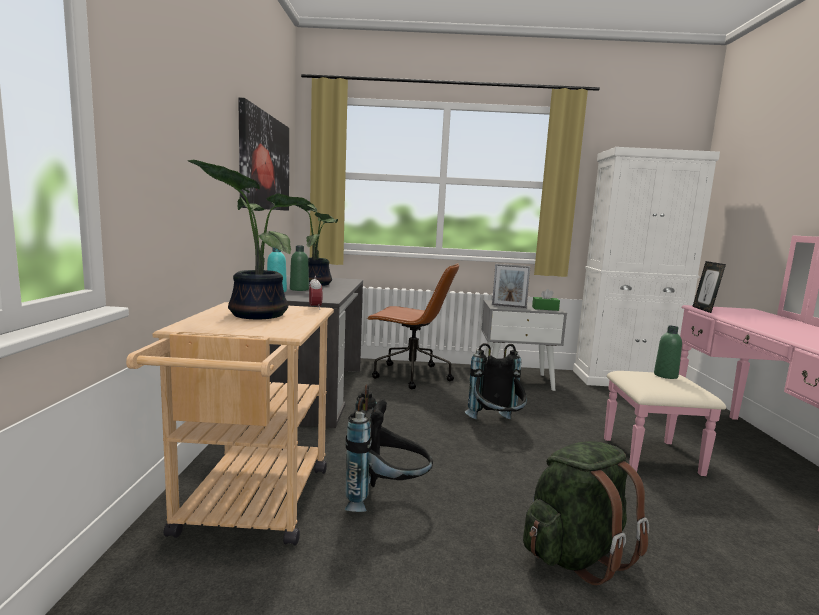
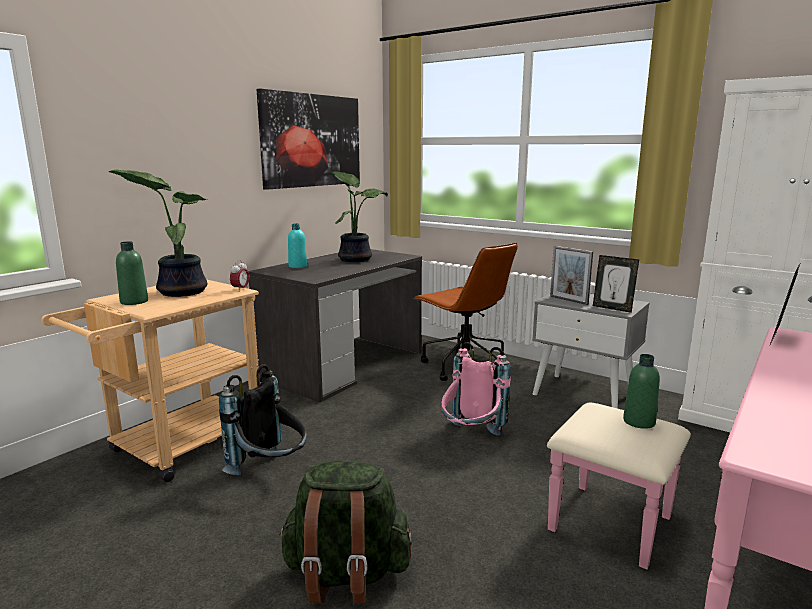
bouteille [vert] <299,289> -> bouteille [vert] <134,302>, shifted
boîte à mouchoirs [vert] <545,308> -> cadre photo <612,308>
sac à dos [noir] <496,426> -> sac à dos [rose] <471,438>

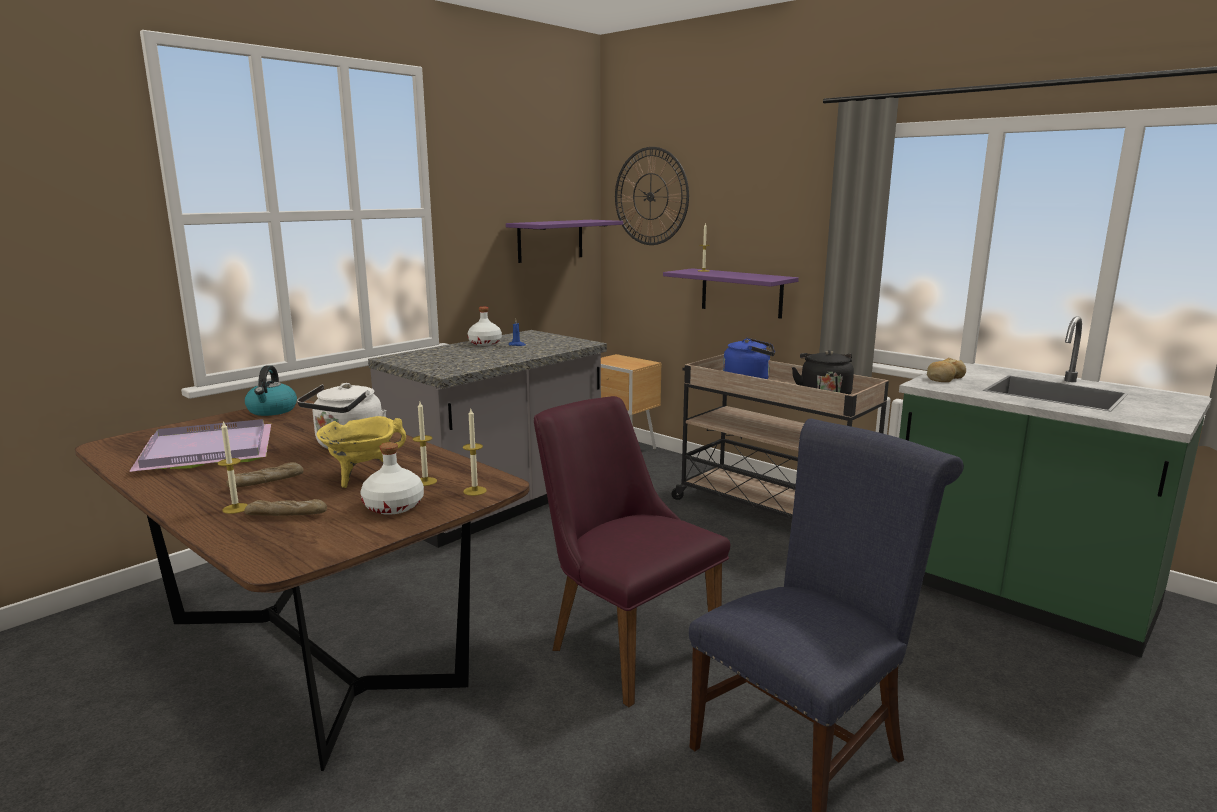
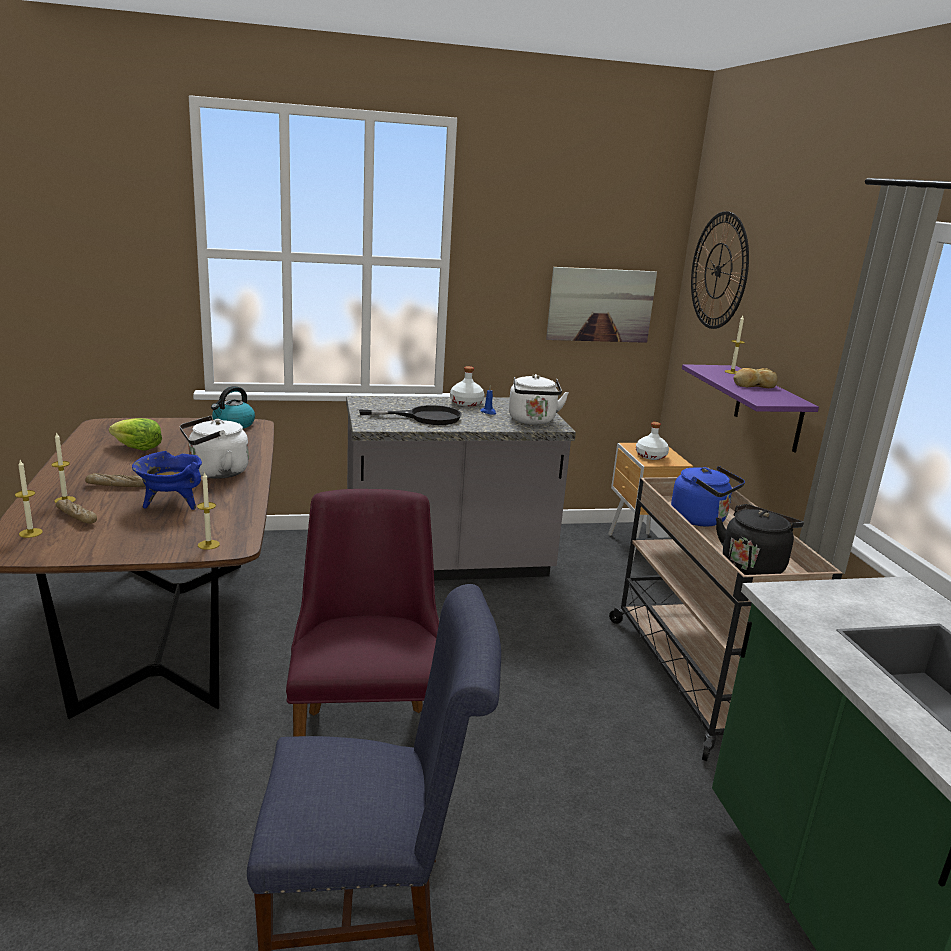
none -> poêle [noir] <425,417>
none -> bouilloire [blanc] <533,421>
bouteille [blanc] <393,506> -> bouteille [blanc] <650,456>, shifted
bougie <425,481> -> bougie <30,533>, shifted
pain <944,378> -> pain <753,385>, shifted
plateau [violet] <209,451> -> laitue <137,448>
étagère [violet] <550,240> -> tableau <600,305>
marmite [jaune] <363,477> -> marmite [bleu] <171,504>

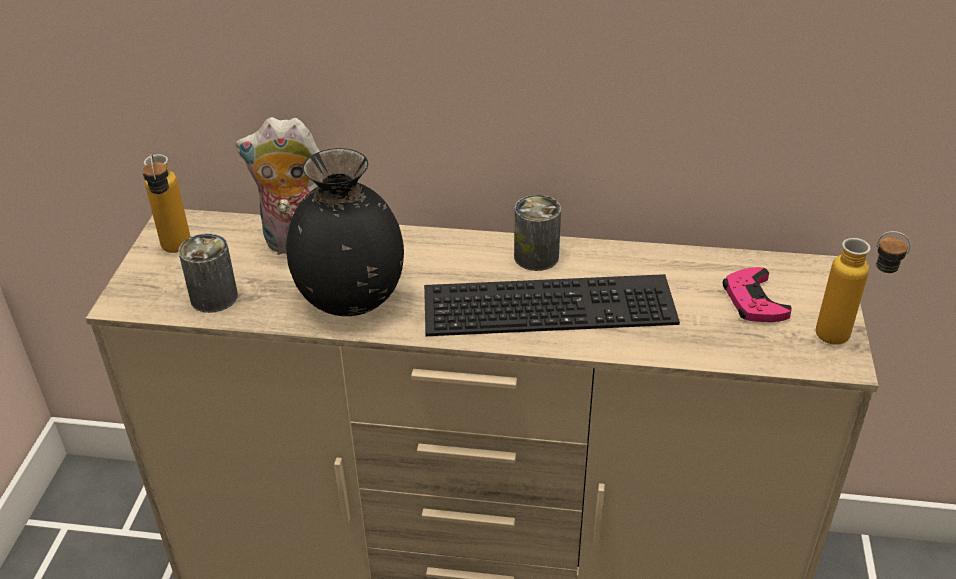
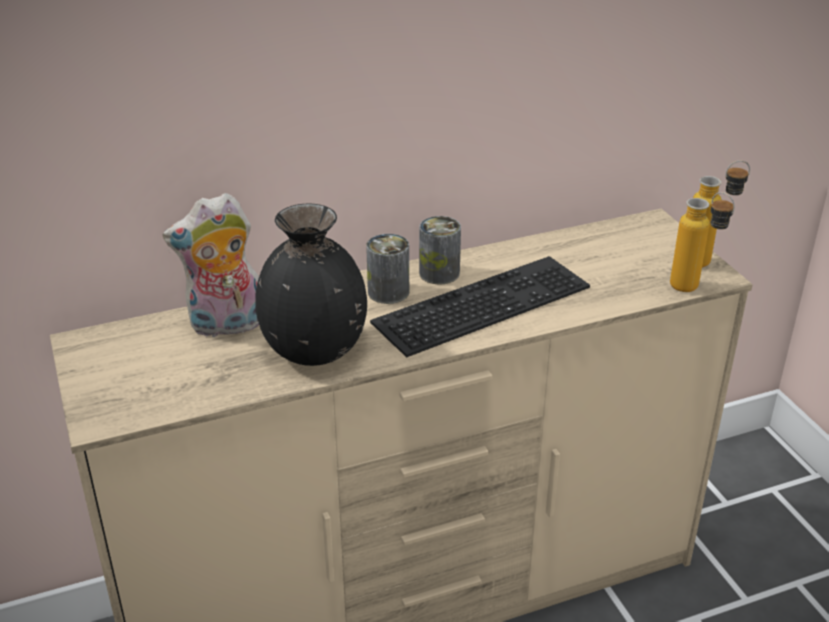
manette [rose] <753,301> -> none
bouteille <177,252> -> bouteille <693,290>, shifted
boîte métallique <214,297> -> boîte métallique <388,292>, shifted

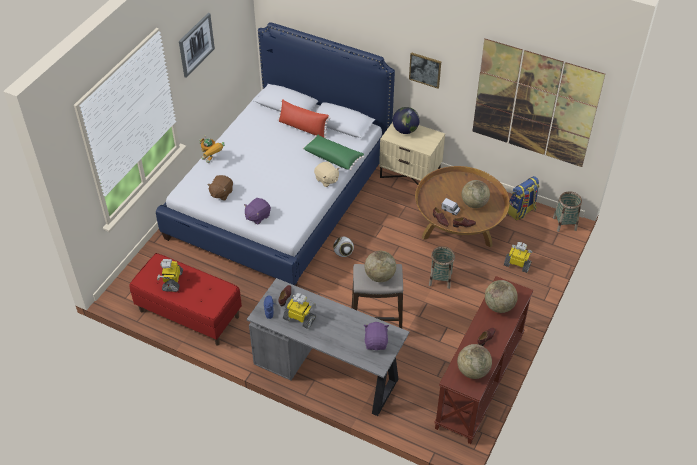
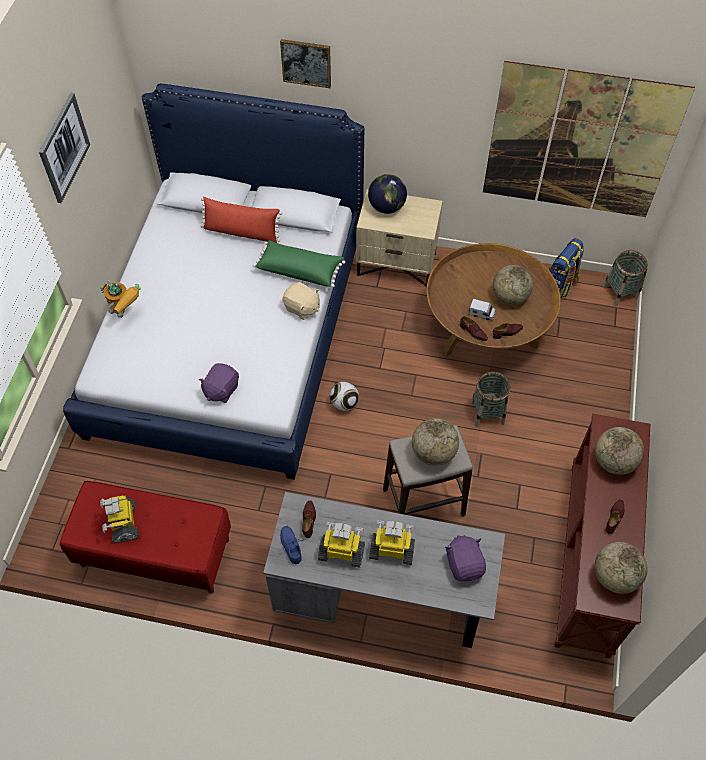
peluche [marron] <221,193> -> none
tableau <425,69> -> tableau <306,63>, shifted
robot jouet <517,264> -> robot jouet <392,550>, shifted

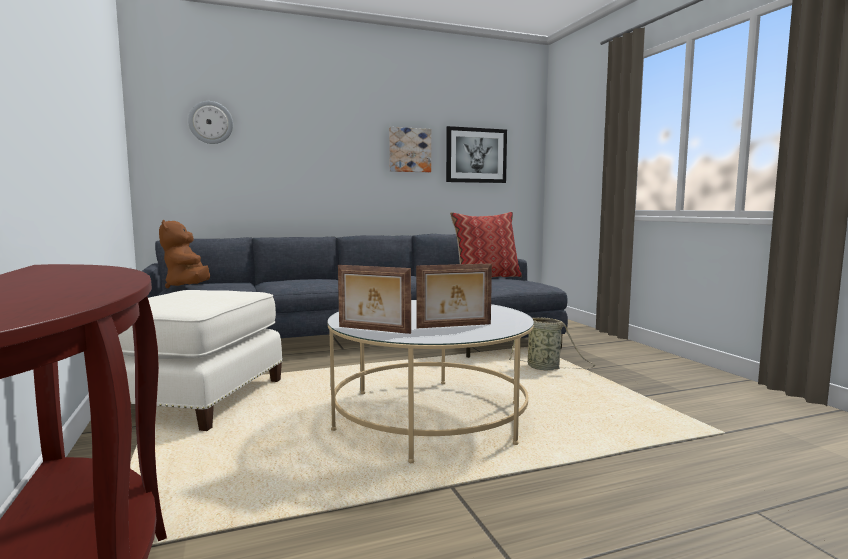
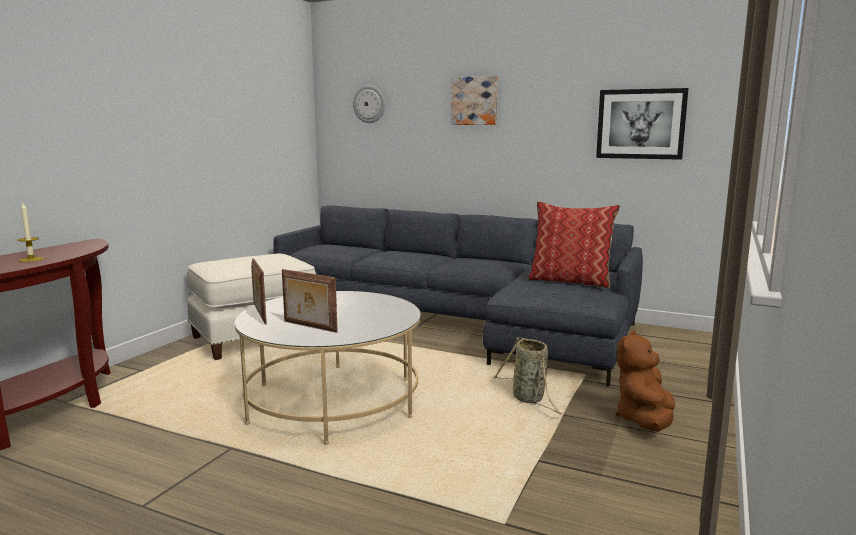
none -> bougie <31,259>
peluche [marron] <189,287> -> peluche [marron] <644,421>, shifted
tableau <409,150> -> tableau <475,101>, shifted

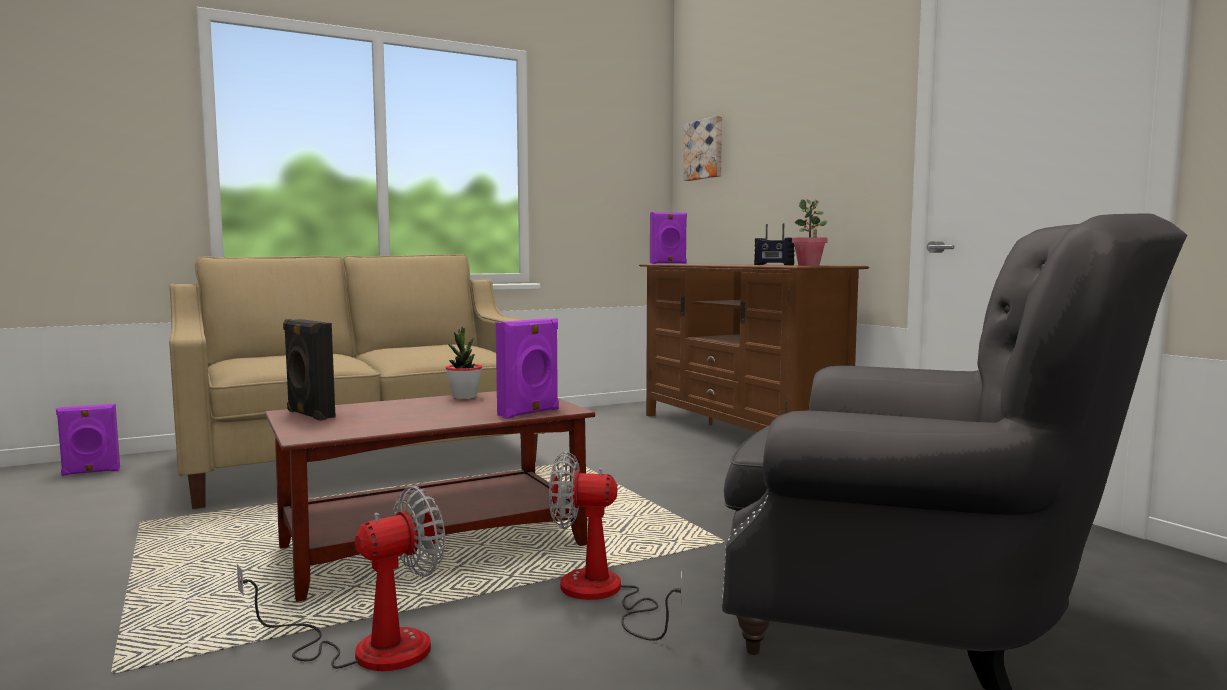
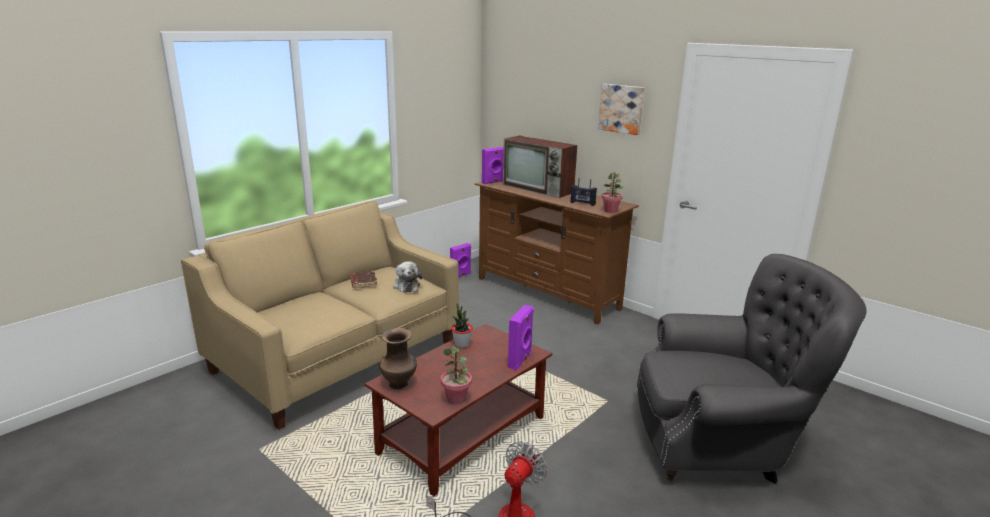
ventilateur <603,595> -> none
none -> livre [marron] <363,282>
none -> peluche <406,286>
none -> plante en pot <456,399>
none -> téléviseur <539,189>
enceinte [violet] <91,472> -> enceinte [violet] <461,275>, shifted
tableau <705,149> -> tableau <622,108>, shifted
enceinte [noir] <309,415> -> vase [marron] <399,384>

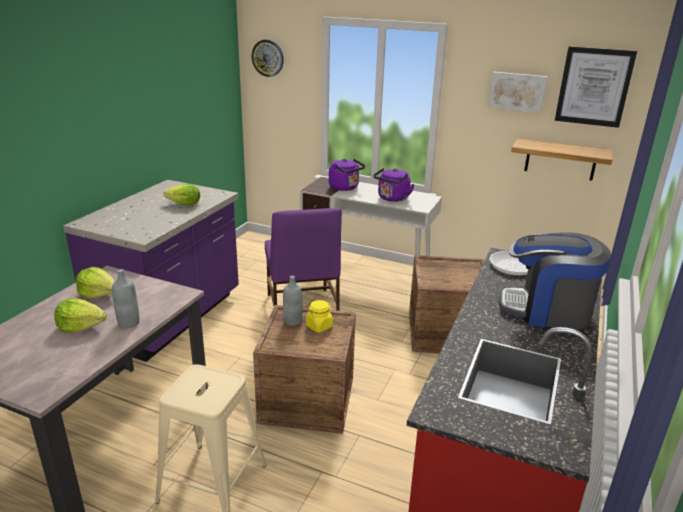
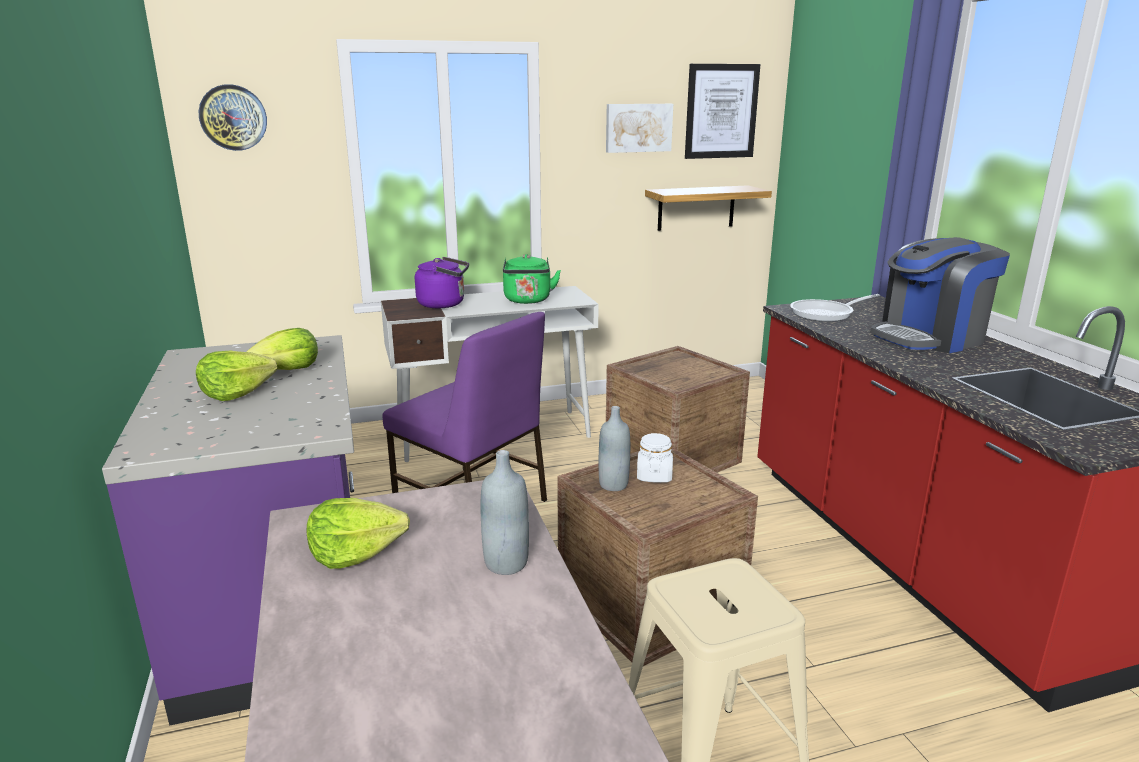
laitue <81,326> -> laitue <236,393>, shifted
bocal [jaune] <319,326> -> bocal [blanc] <654,476>
bouilloire [violet] <392,199> -> bouilloire [vert] <528,300>

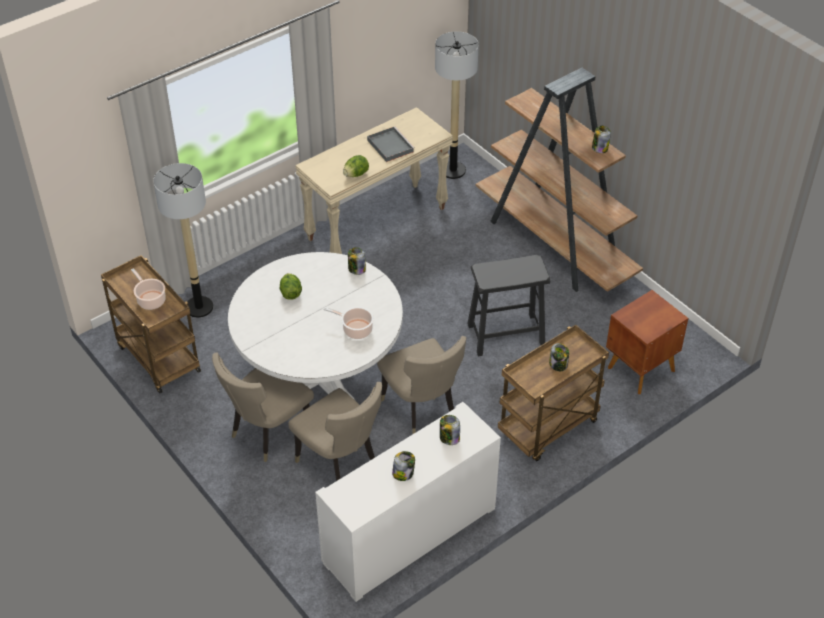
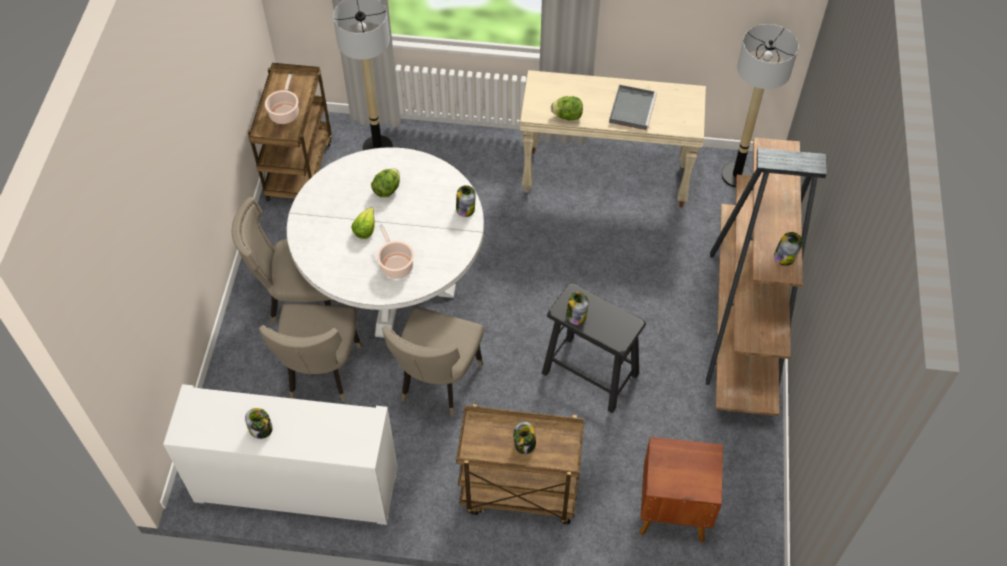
none -> laitue <365,229>
bocal <449,438> -> bocal <576,315>, shifted

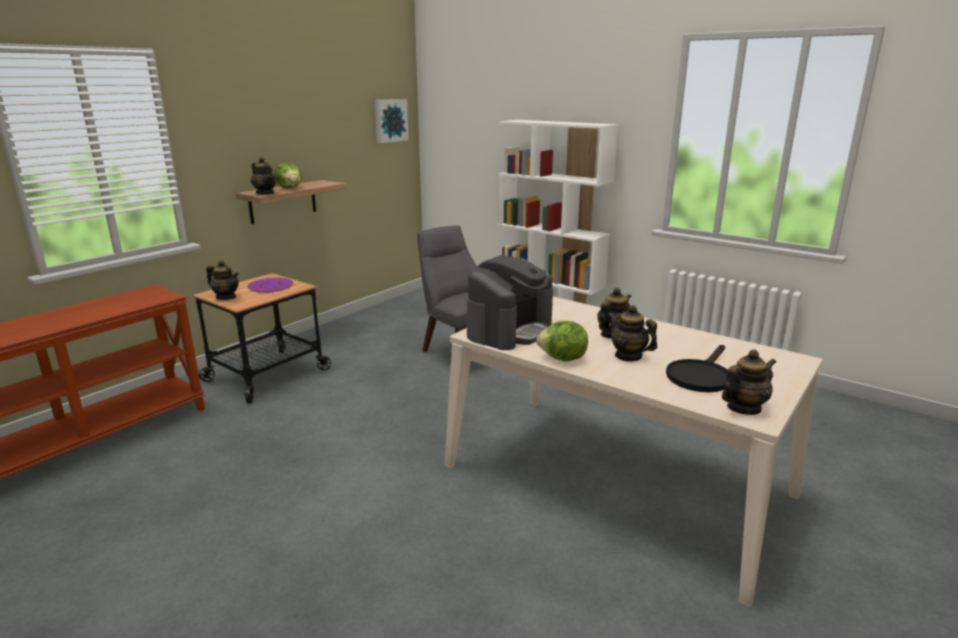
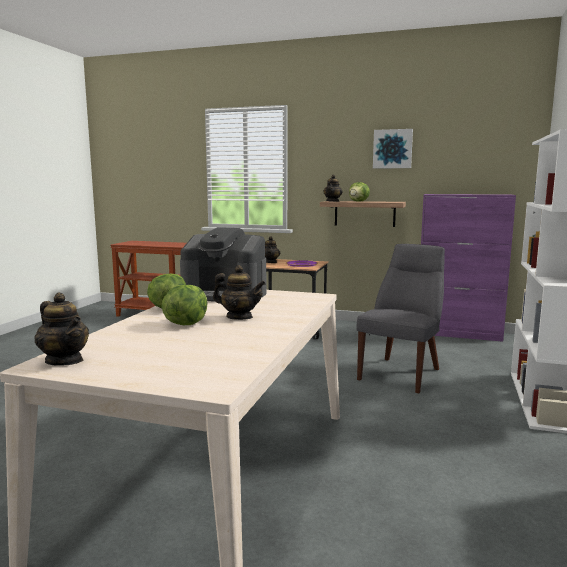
poêle [noir] <700,376> -> none
none -> meuble de rangement [violet] <458,334>
tableau <390,120> -> tableau <392,149>, shifted
théière <628,356> -> laitue <186,323>

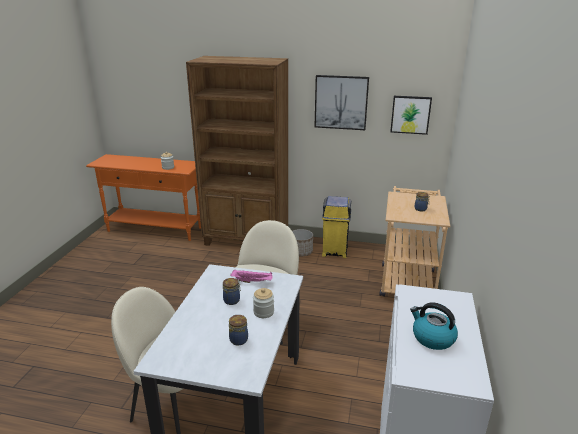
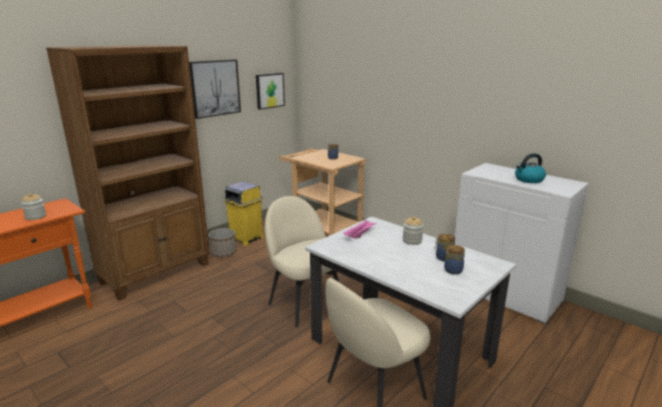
bocal <232,300> -> bocal <453,270>, shifted

